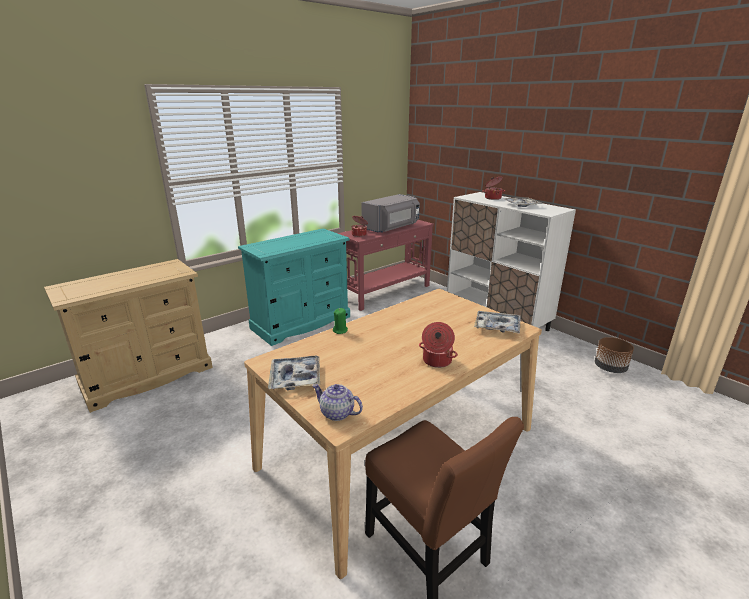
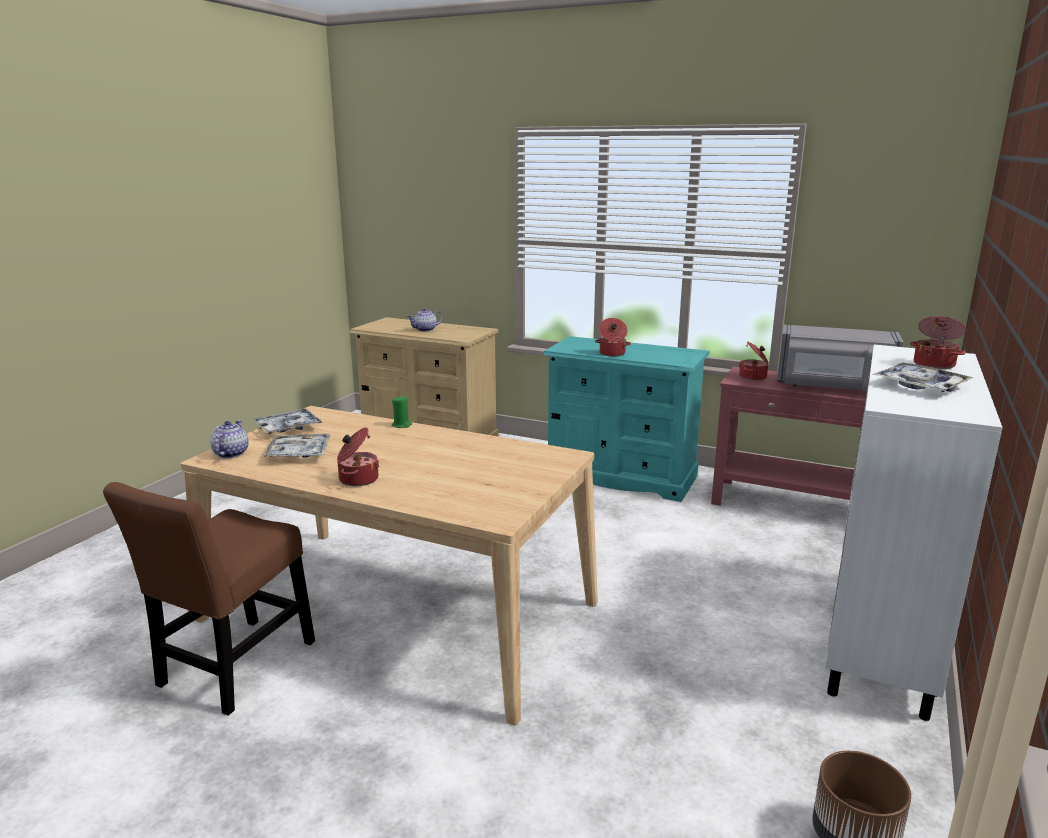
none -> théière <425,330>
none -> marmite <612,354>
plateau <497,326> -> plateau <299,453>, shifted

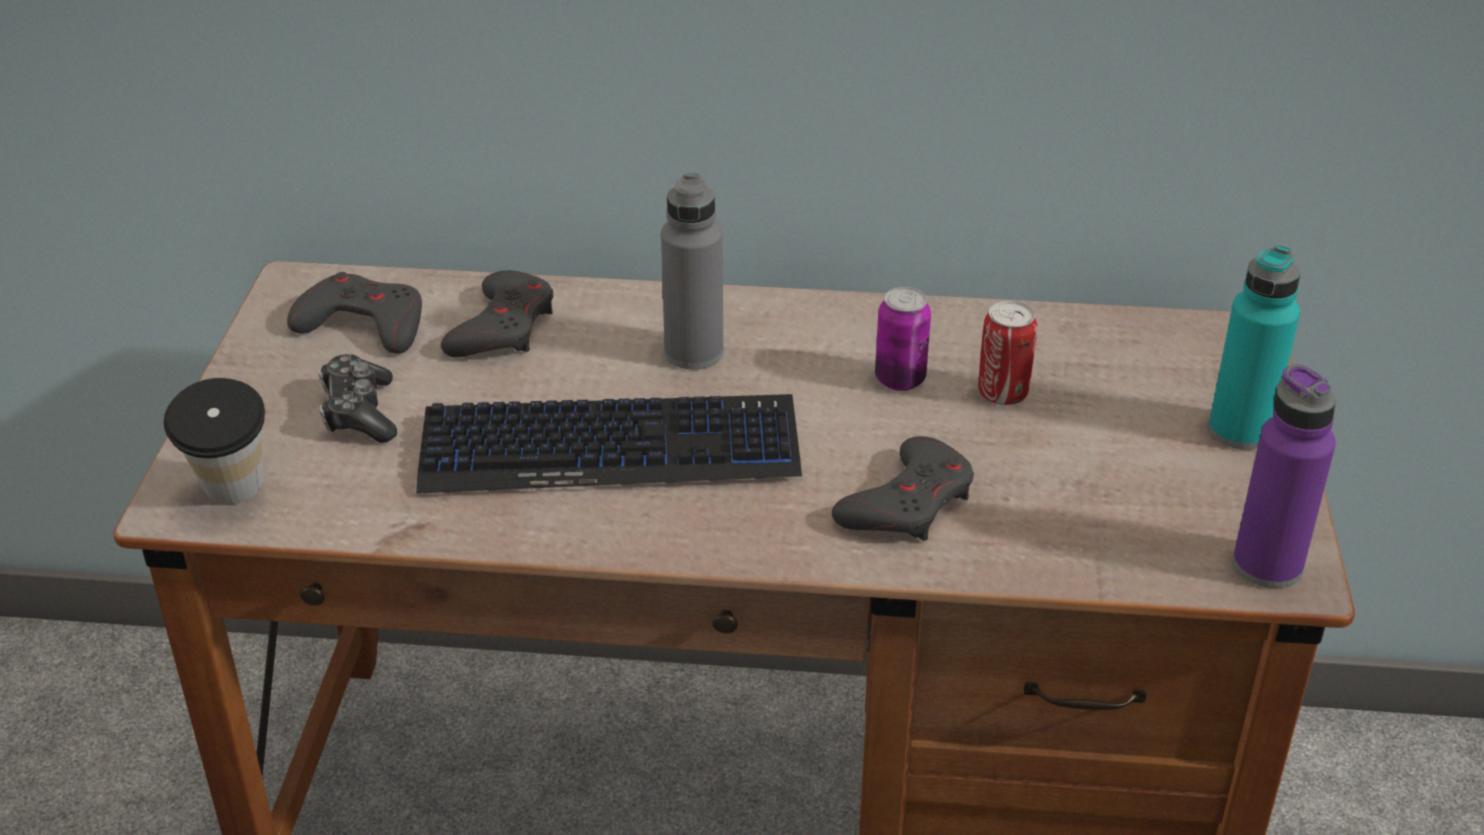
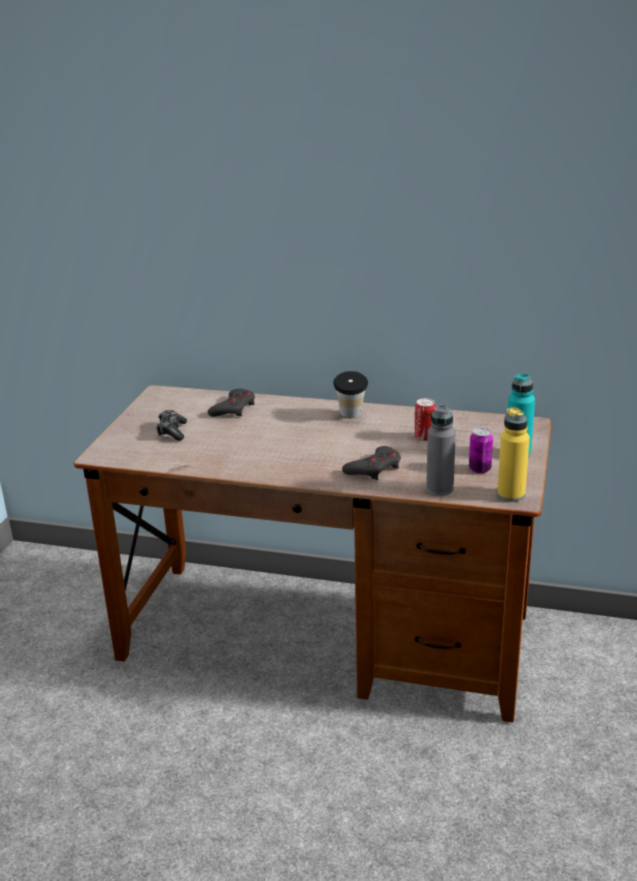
manette [gris] <363,324> -> none
clavier <611,448> -> none
tasse <233,499> -> tasse <351,417>, shifted
bouteille [gris] <694,353> -> bouteille [gris] <439,489>, shifted
boîte métallique <900,379> -> boîte métallique <479,469>, shifted
bouteille [violet] <1267,565> -> bouteille [jaune] <511,495>

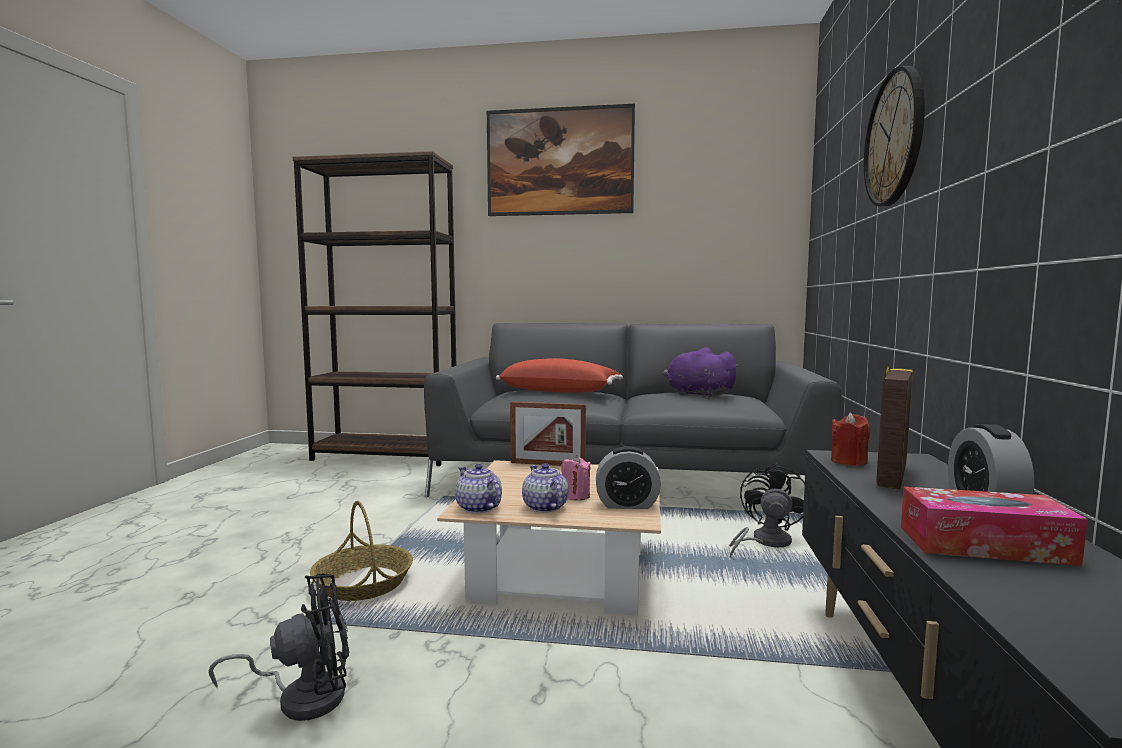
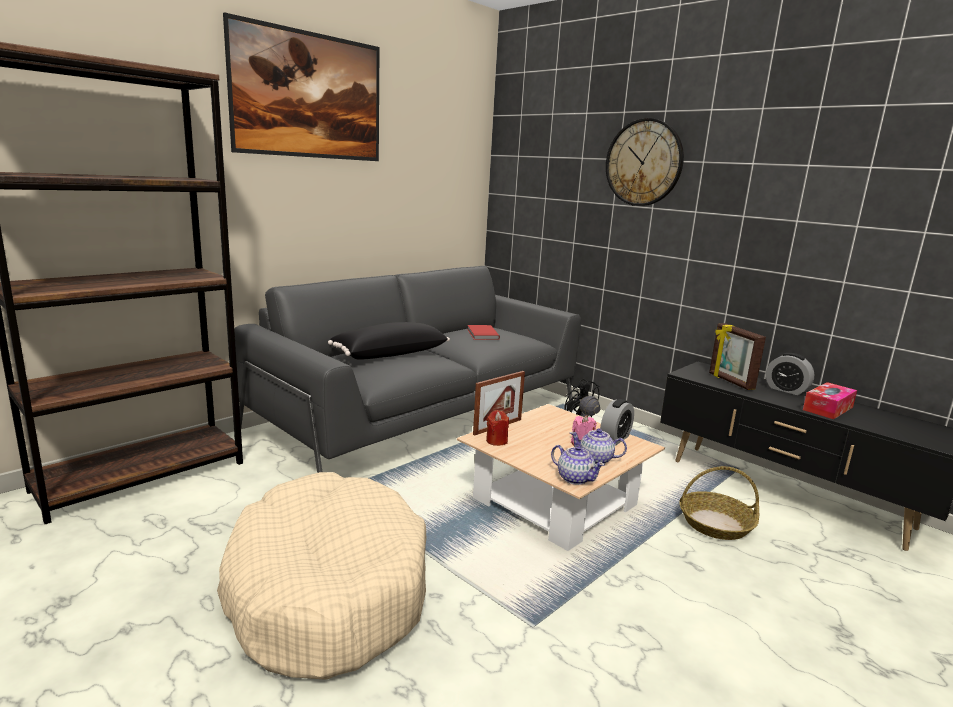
ventilateur [noir] <303,696> -> none
none -> panier pour chien [beige] <326,590>
panier <363,583> -> panier <715,524>, shifted
bougie [rouge] <848,461> -> bougie [rouge] <496,441>, shifted
peluche [violet] <697,394> -> livre [rouge] <482,334>
coussin [rouge] <560,391> -> coussin [noir] <389,354>
théière <478,508> -> théière <574,478>, 135 degrees counterclockwise

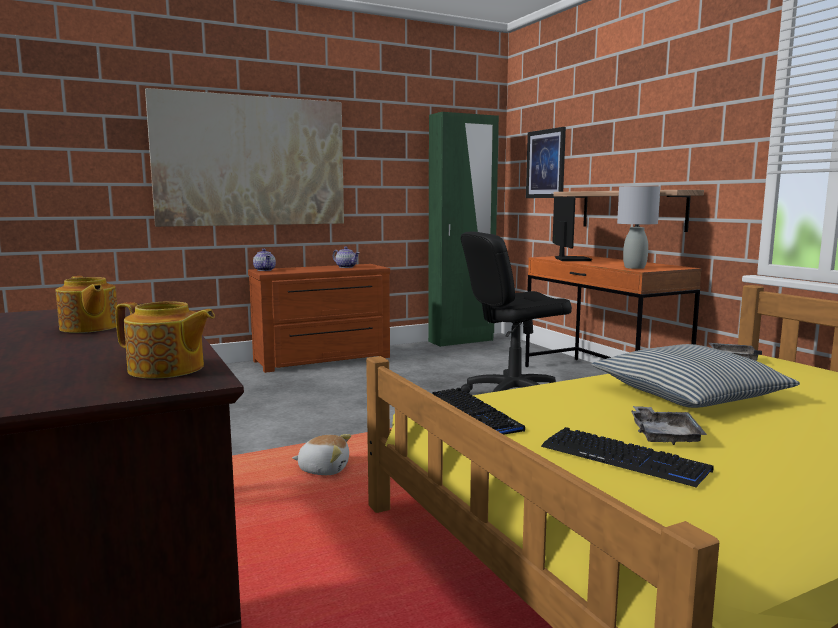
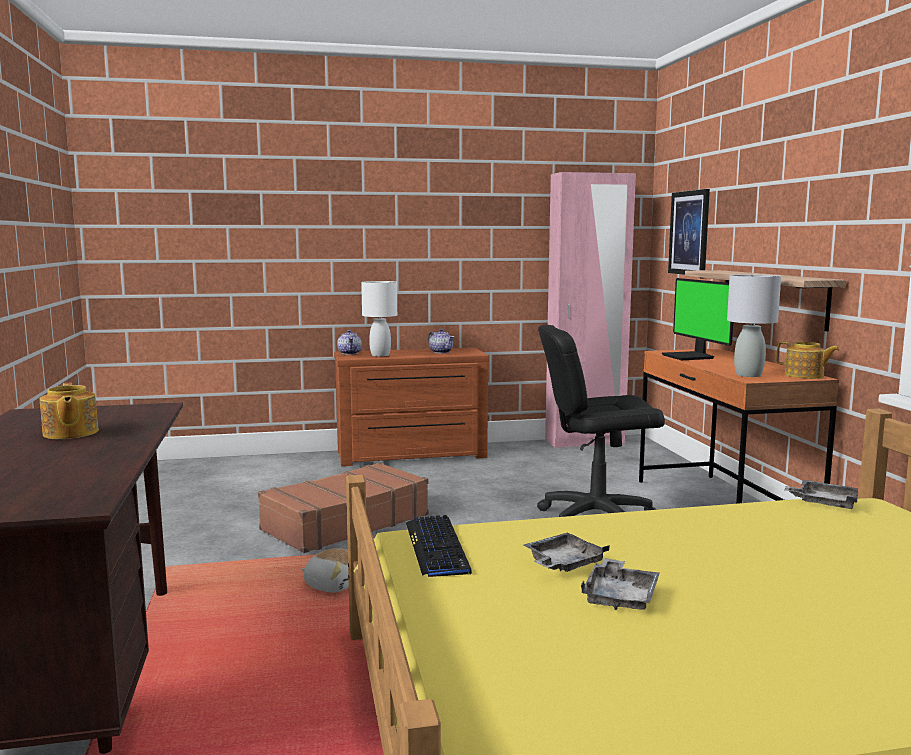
tableau <252,161> -> none
clavier <623,459> -> none
coussin <689,394> -> none
none -> valise [marron] <345,522>
none -> lampe de table [blanc] <380,355>
none -> plateau [gris] <563,564>
théière <167,369> -> théière <805,375>, shifted
armoire [vert] <461,341> -> armoire [rose] <585,442>
écran d'ordinateur <570,259> -> écran d'ordinateur <690,357>, 150 degrees clockwise

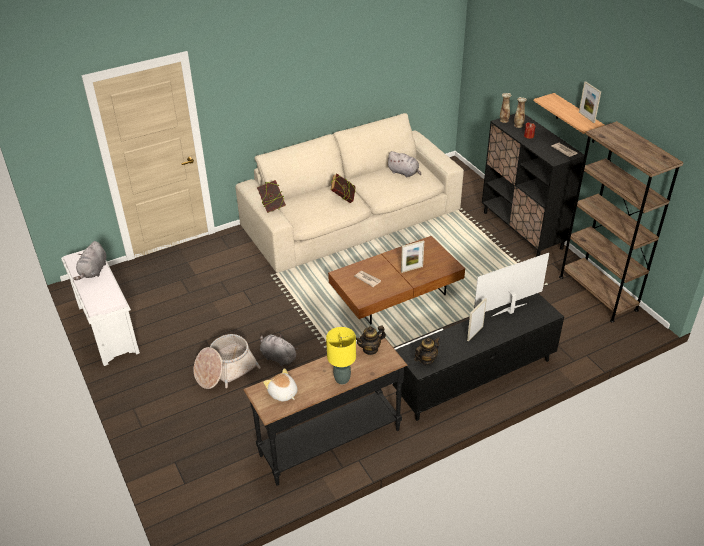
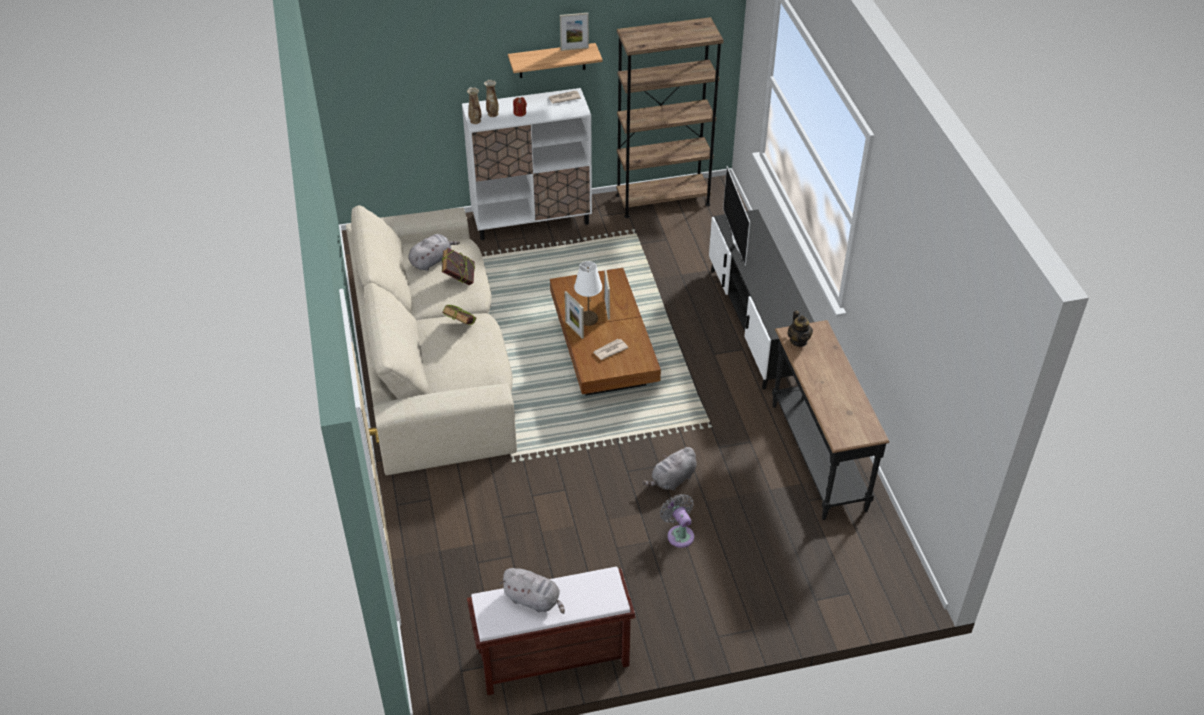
peluche <283,393> -> none
lampe de table [jaune] <342,379> -> none
théière <426,359> -> none
none -> lampe de table [blanc] <588,319>
livre <272,207> -> livre <459,279>, shifted
cadre photo <475,333> -> cadre photo <574,330>, shifted
panier <225,370> -> ventilateur [gris] <679,534>
banc [blanc] <107,329> -> banc [marron] <552,659>
meuble de rangement [noir] <522,230> -> meuble de rangement [blanc] <532,219>

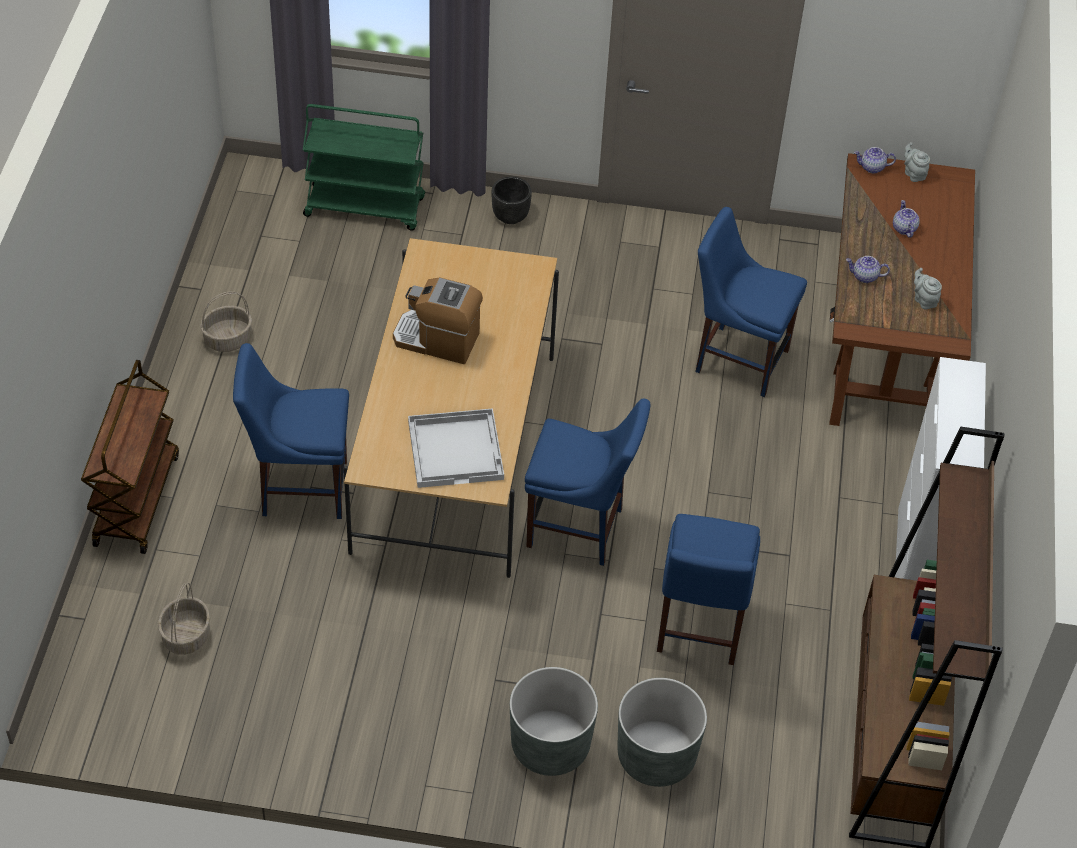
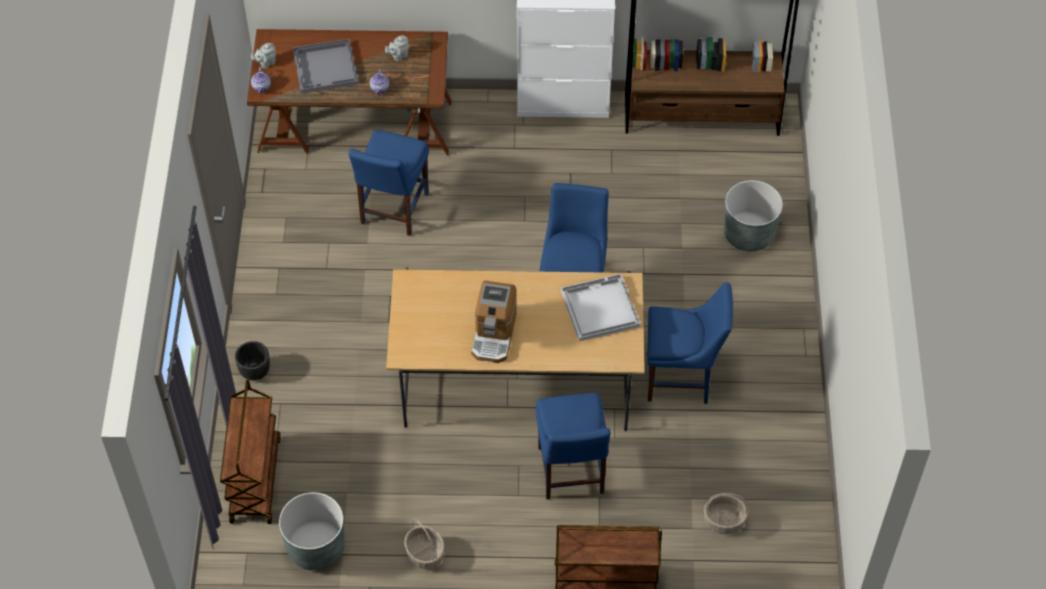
cache-pot [gris] <550,745> -> cache-pot [gris] <316,547>, shifted
chaise [bleu] <699,629> -> chaise [bleu] <682,379>, shifted
théière <903,228> -> plateau [gris] <326,68>
chariot [vert] <365,207> -> chariot [marron] <255,479>

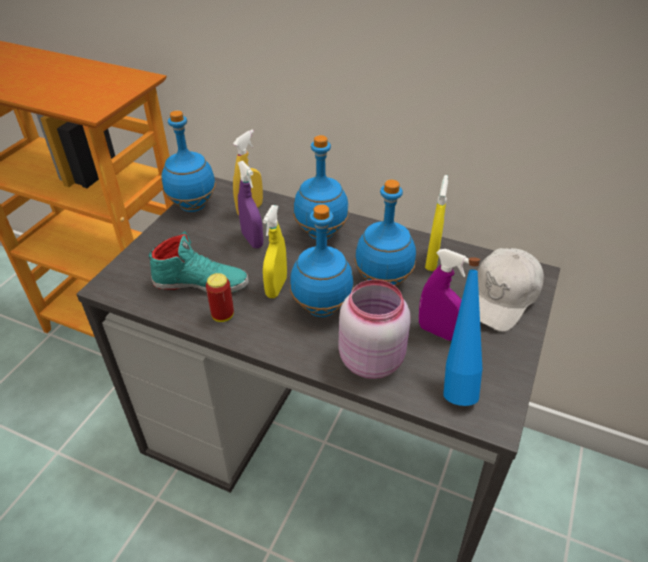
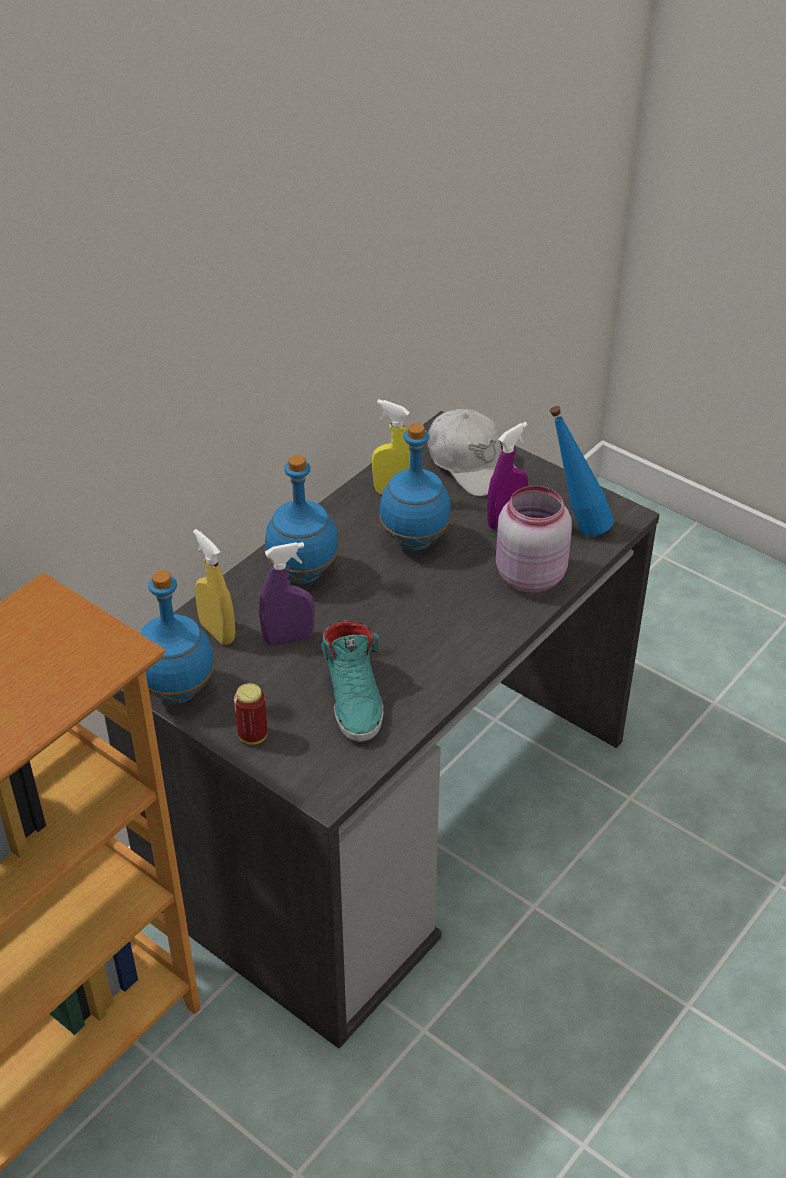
vaporisateur [jaune] <276,287> -> none
bouteille [bleu] <322,307> -> none
boîte métallique <223,315> -> boîte métallique <253,736>, shifted
chaussure [turquoise] <201,282> -> chaussure [turquoise] <354,697>, 150 degrees clockwise

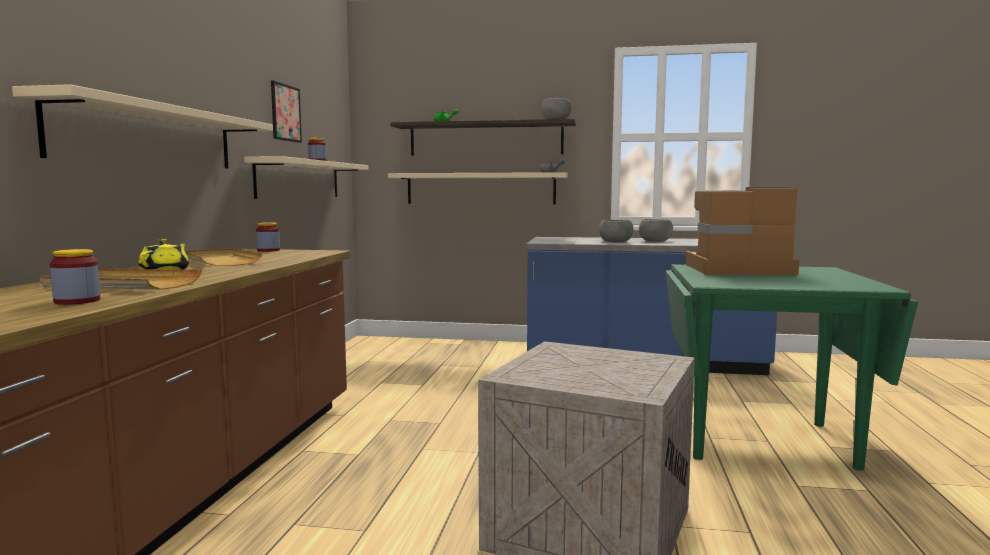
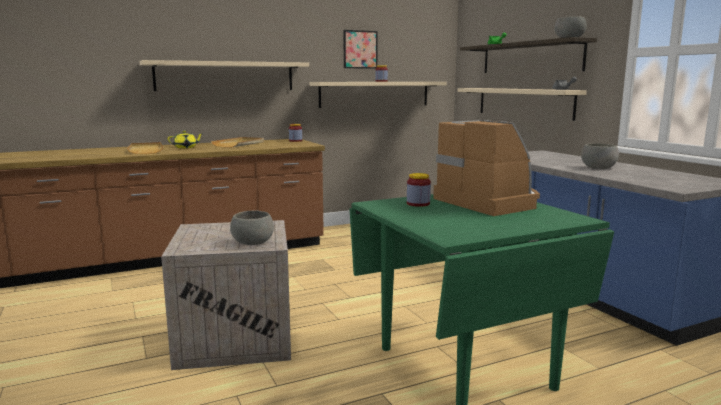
bocal <77,301> -> bocal <418,204>, shifted
bol [gris] <616,242> -> bol [gris] <253,242>, shifted

